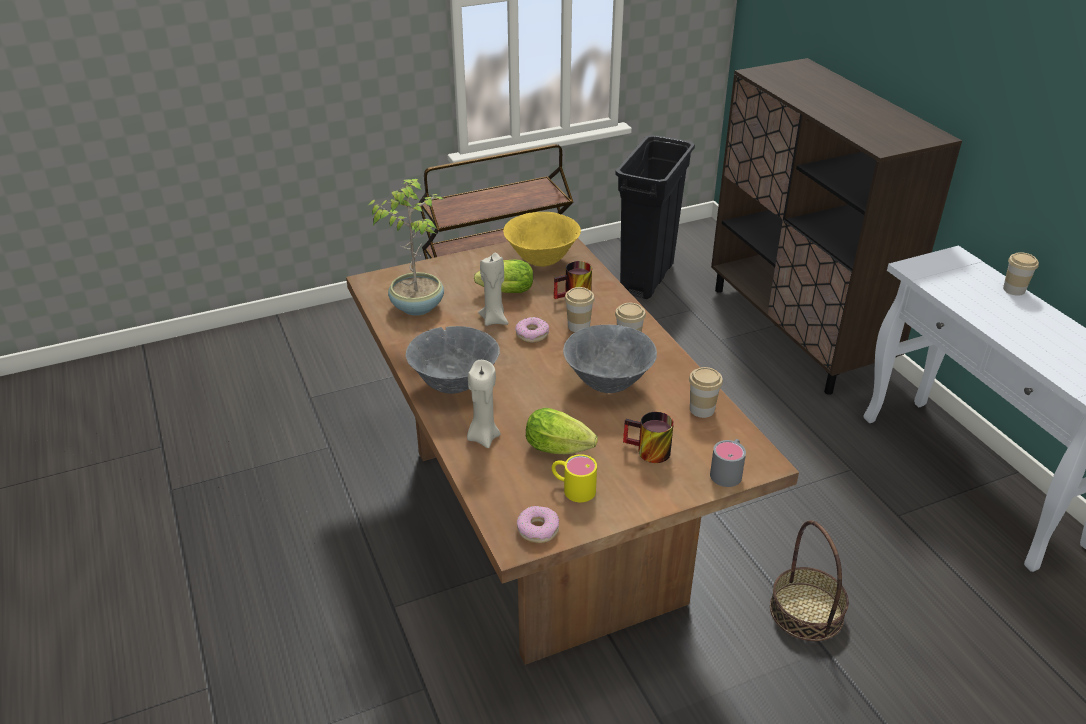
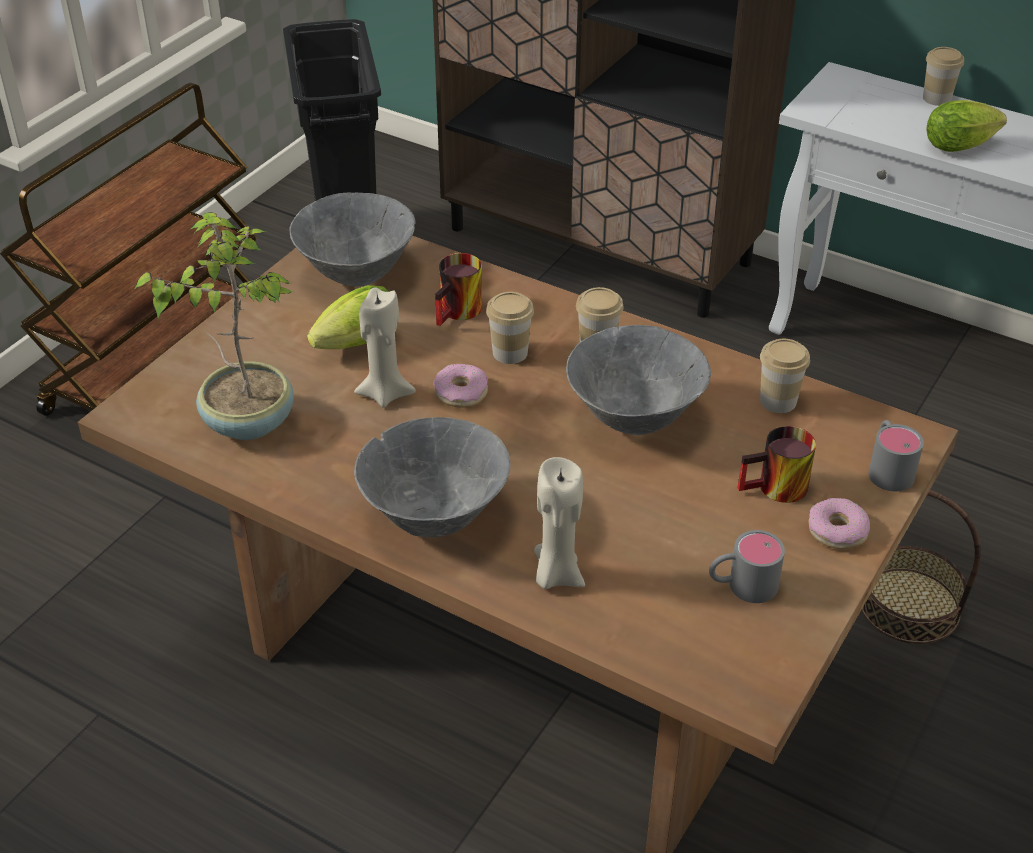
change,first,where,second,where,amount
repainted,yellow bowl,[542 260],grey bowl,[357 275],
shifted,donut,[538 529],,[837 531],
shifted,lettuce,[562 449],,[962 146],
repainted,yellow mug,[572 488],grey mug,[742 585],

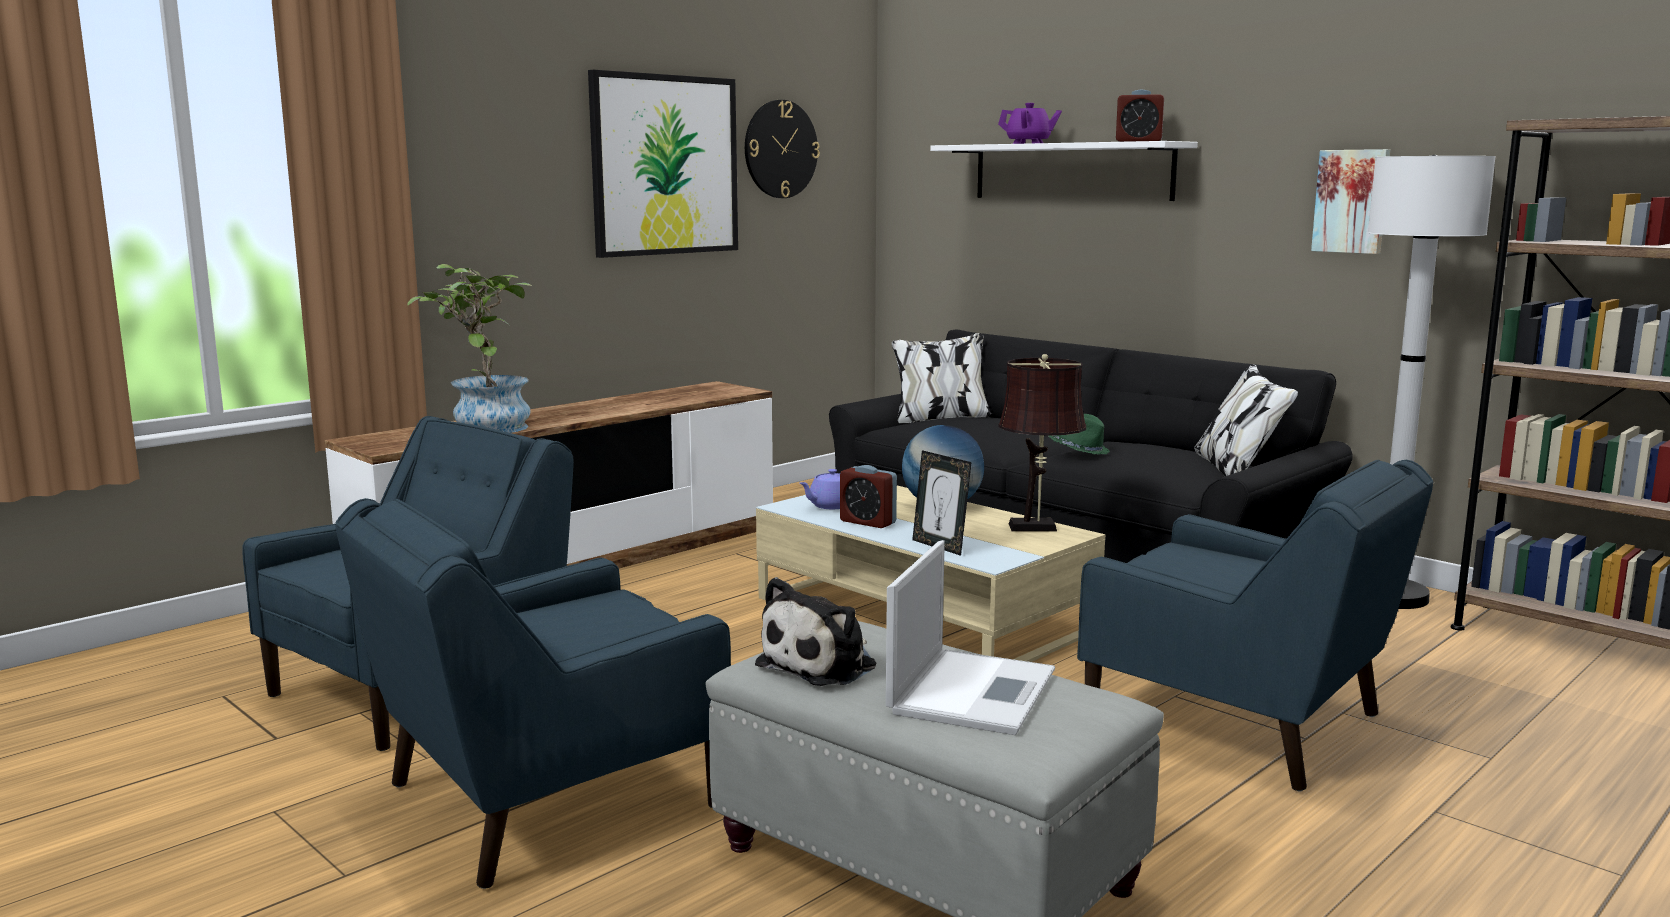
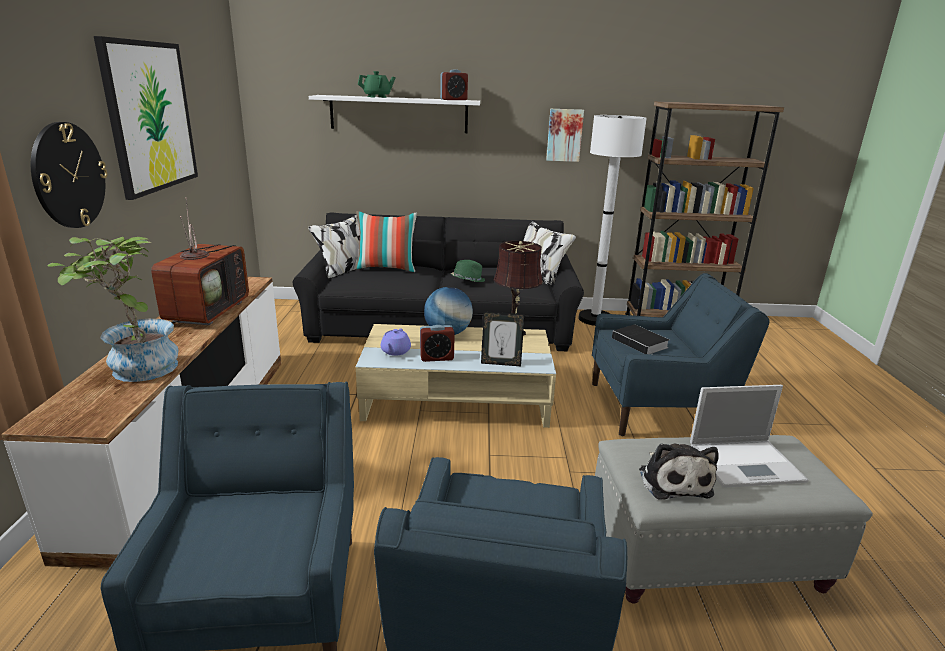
change,first,where,second,where,amount
shifted,wall clock,[780 149],,[68 175],
rotated,laptop,[973 690],,[747 463],105 degrees clockwise
repainted,purple teapot,[1028 143],green teapot,[377 97],
new,,,television,[206 311],
new,,,pillow,[386 268],
new,,,book,[641 343],

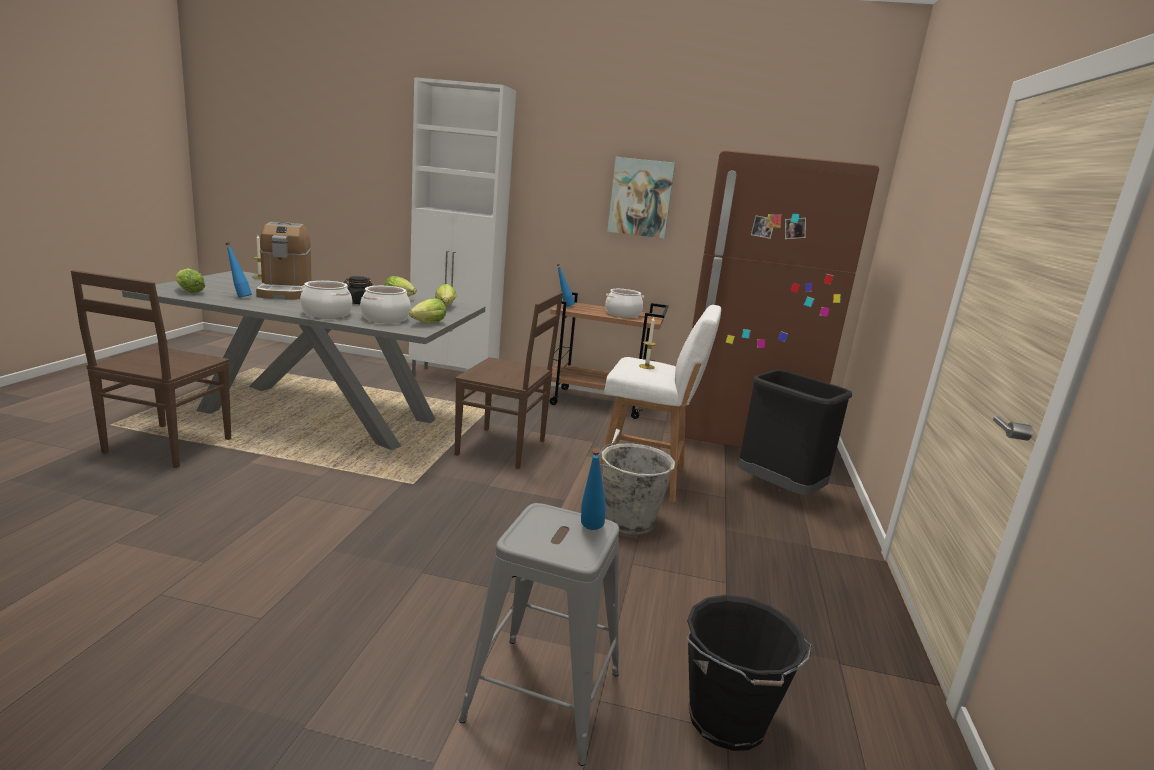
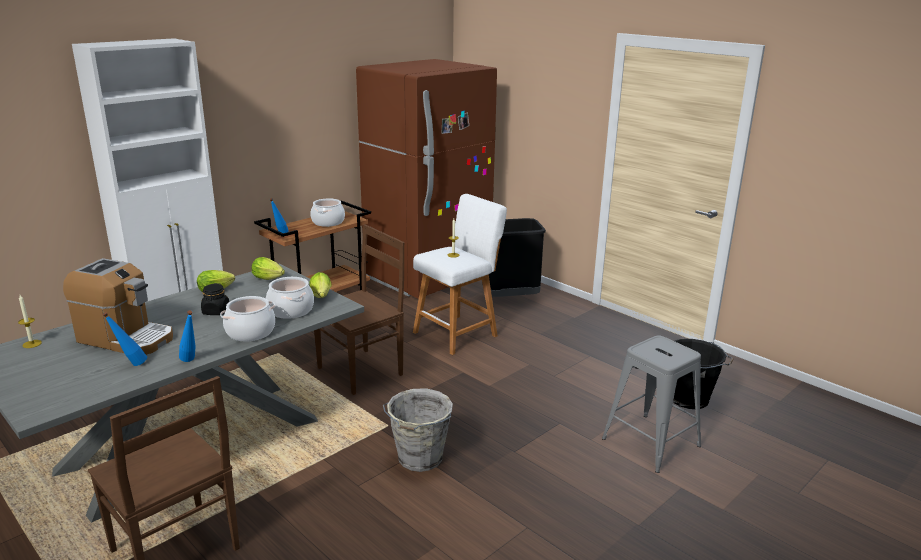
change,first,where,second,where,amount
gone,lettuce,[188 291],,,
shifted,blue bottle,[589 531],,[191 362],
shifted,grey bucket,[626 521],,[419 459],
gone,picture,[640 197],,,

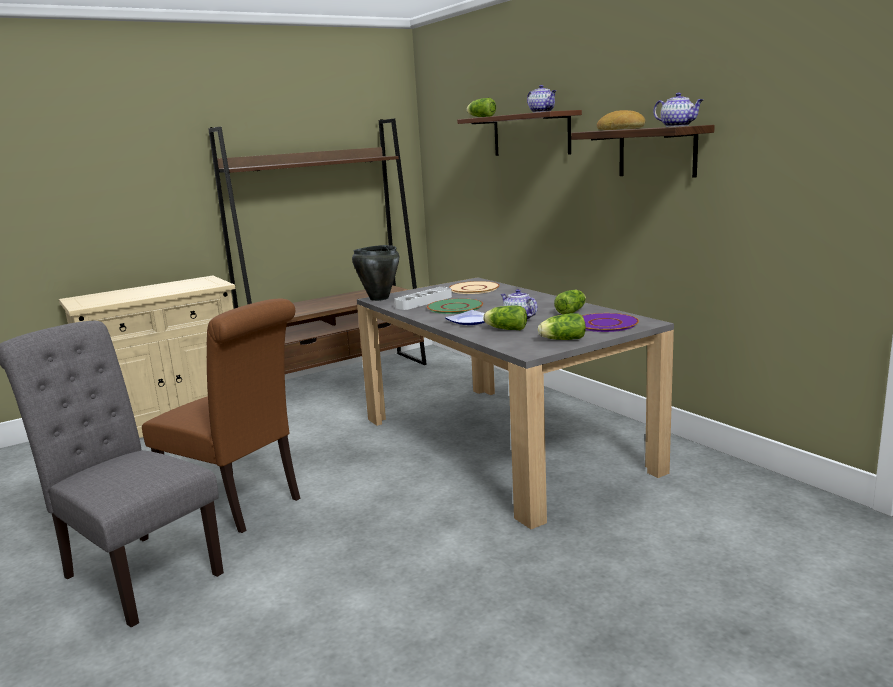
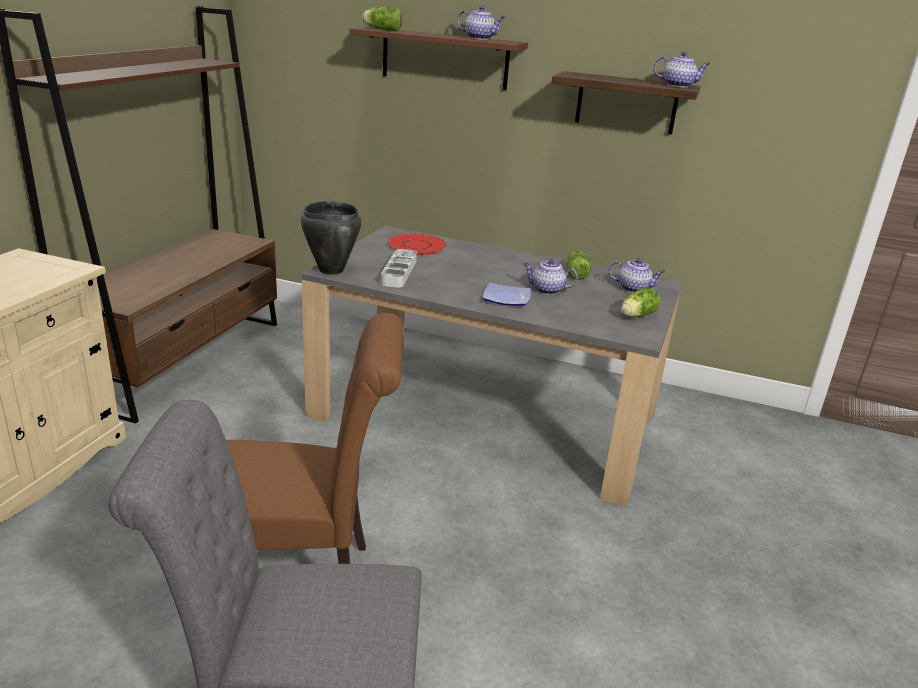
change,first,where,second,where,amount
gone,green plate,[455 307],,,
repainted,beige plate,[474 288],red plate,[417 245],
gone,lettuce,[505 329],,,
swapped,purple plate,[605 324],teapot,[634 288],
gone,bread,[621 129],,,

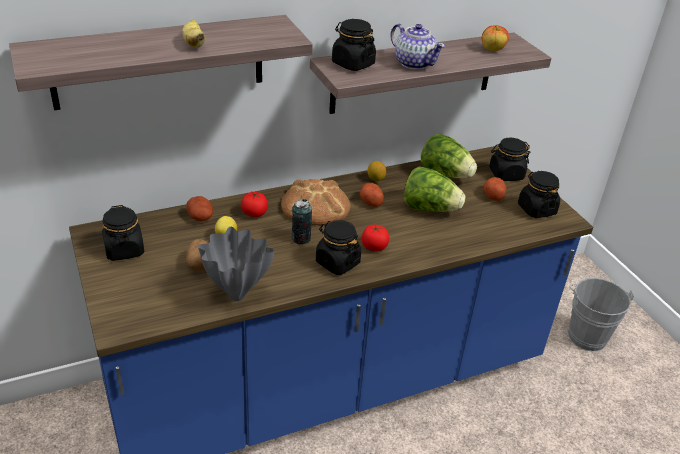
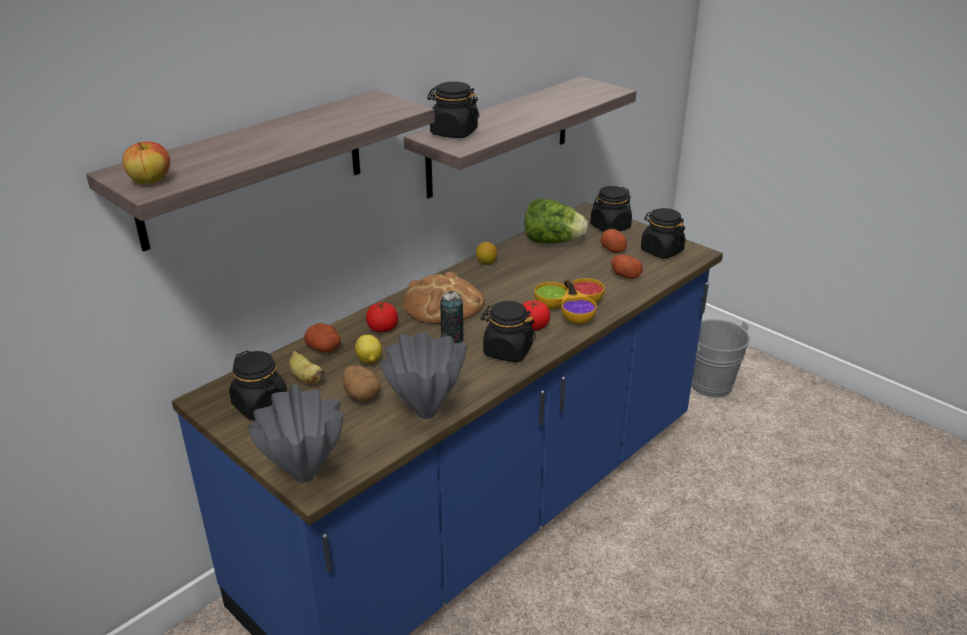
change,first,where,second,where,amount
shifted,banana,[194 44],,[305 378],
shifted,potato,[370 201],,[624 275],
gone,teapot,[414 63],,,
gone,lettuce,[429 208],,,
shifted,apple,[492 49],,[151 181],
new,,,grey vase,[304 477],
new,,,bowl,[571 309],

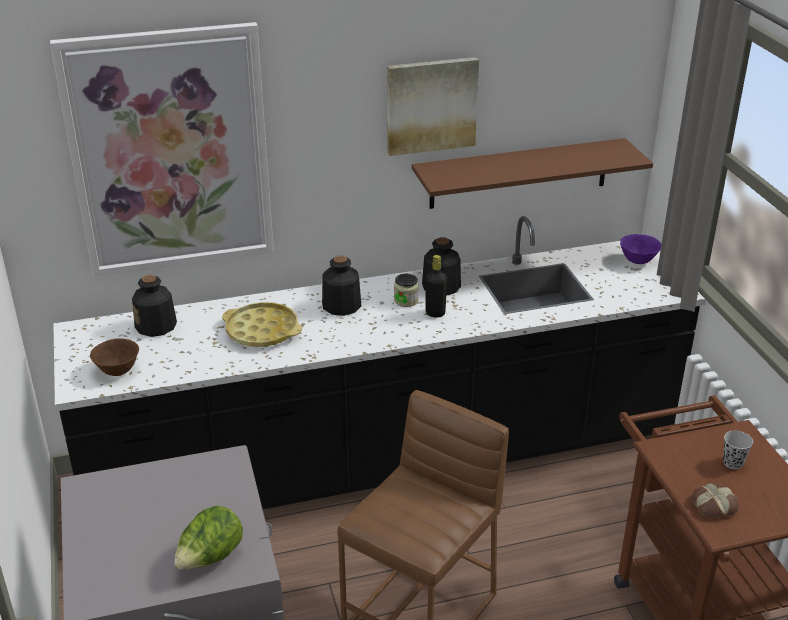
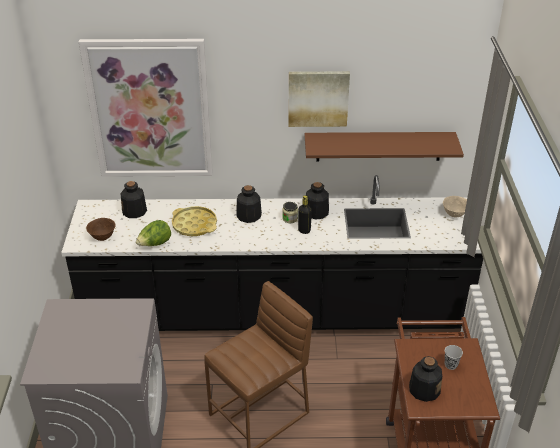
change,first,where,second,where,amount
shifted,lettuce,[210 558],,[155 244],
repainted,purple bowl,[638 261],beige bowl,[455 214],
swapped,bread,[713 505],bottle,[424 389],

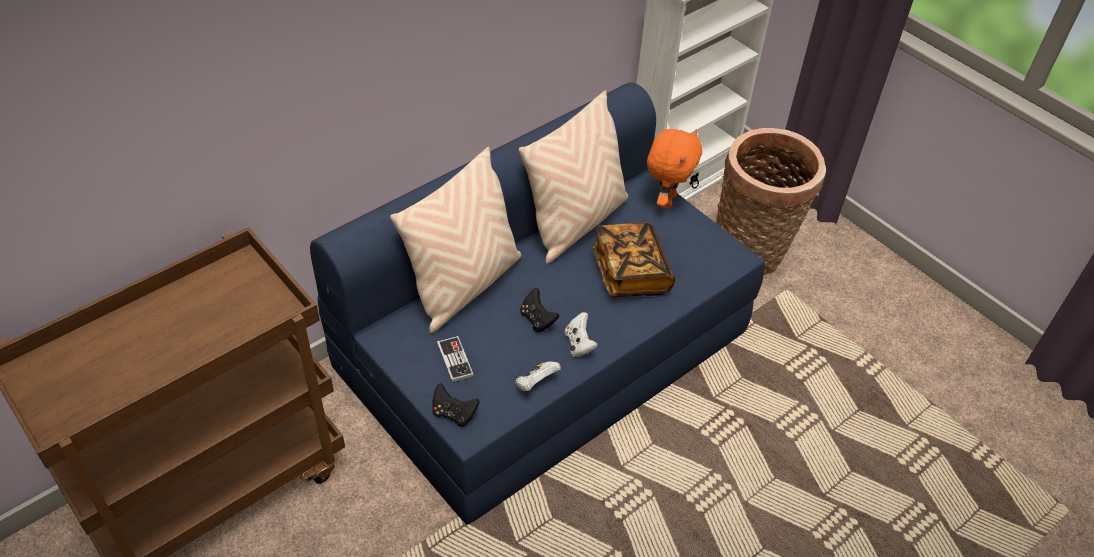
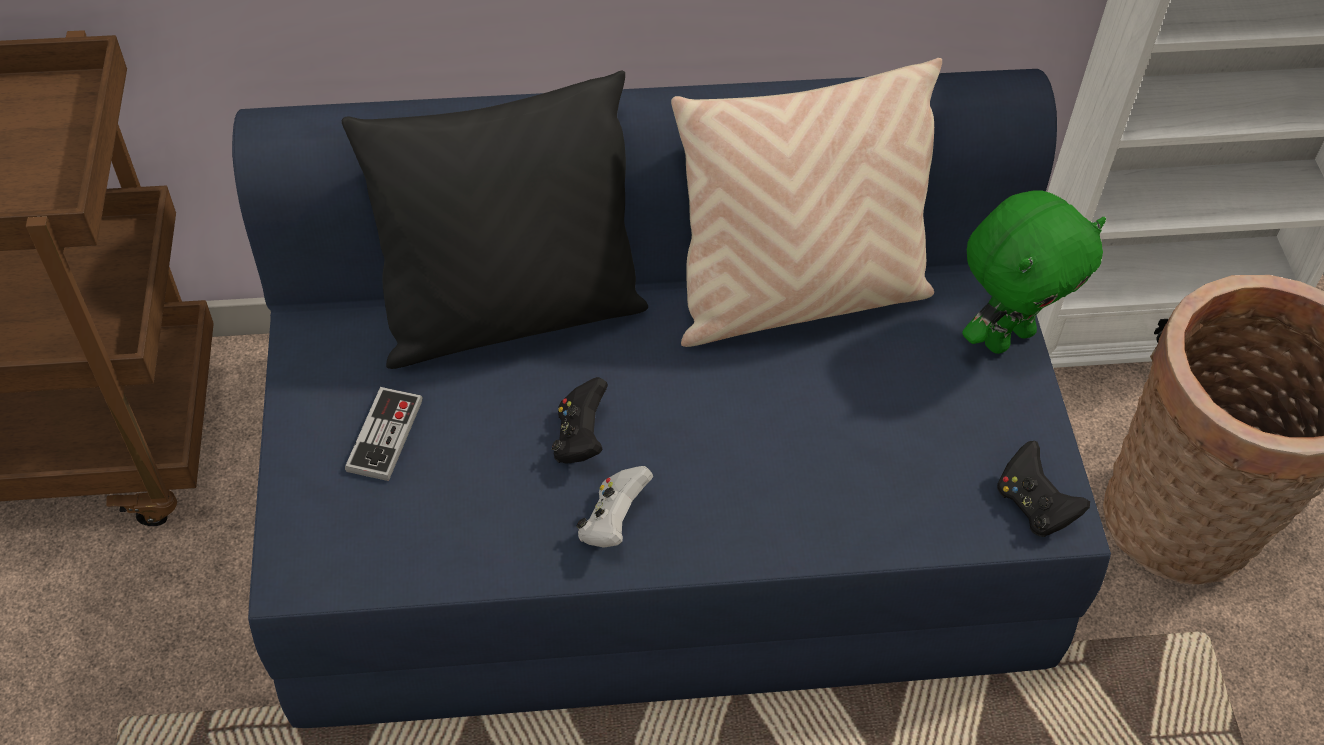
change,first,where,second,where,amount
repainted,beige pillow,[464 286],black pillow,[512 315],
shifted,black game controller,[454 414],,[1034 506],
gone,white game controller,[535 383],,,
gone,book,[630 273],,,
repainted,orange plush toy,[666 200],green plush toy,[1007 336],

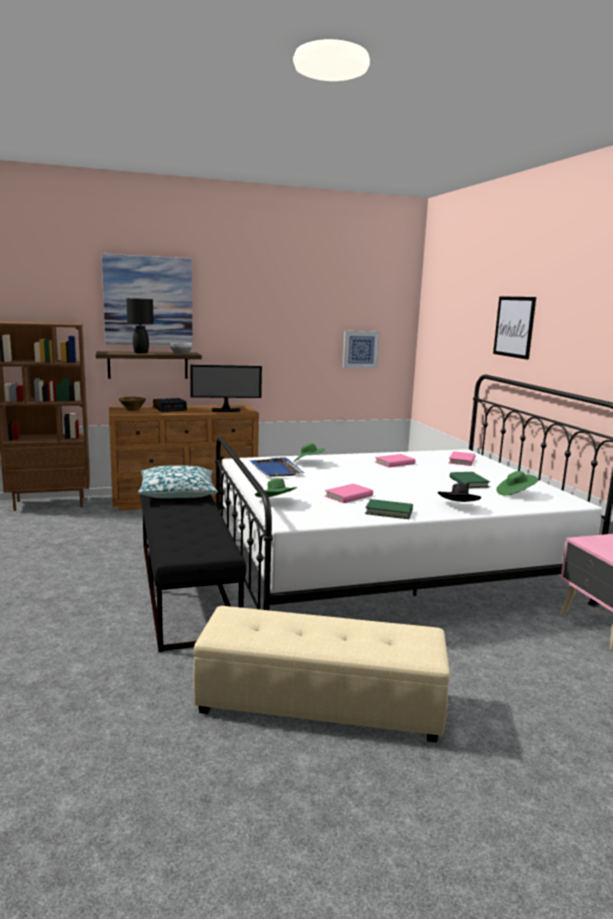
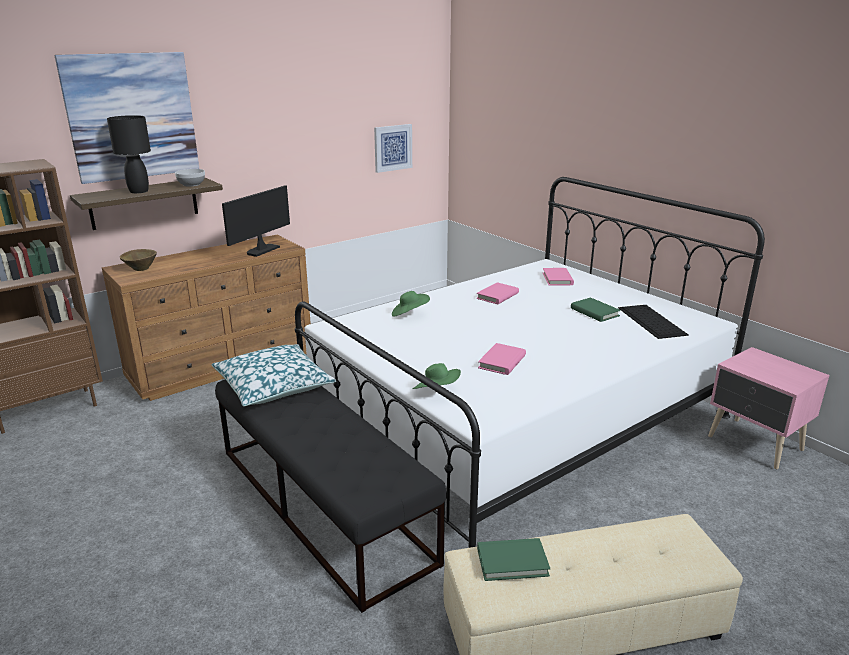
change,first,where,second,where,amount
gone,alarm clock,[170 409],,,
rotated,monitor,[226 410],,[262 250],150 degrees clockwise
gone,blue tray,[276 469],,,
shifted,green book,[389 512],,[512 562],
gone,black hat,[458 507],,,
gone,picture,[514 327],,,
swapped,green hat,[515 494],keyboard,[650 320],

